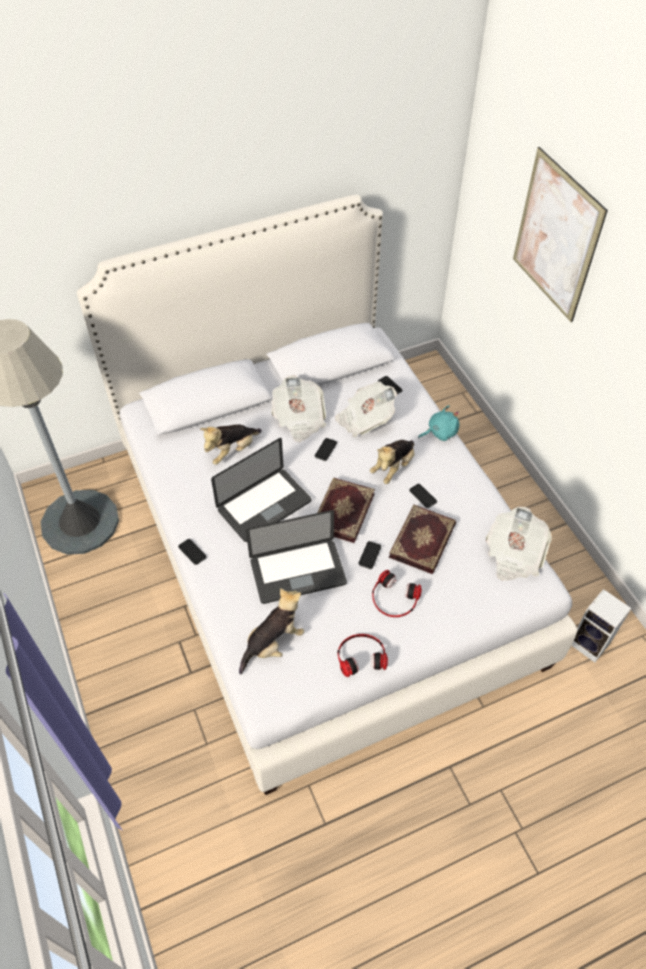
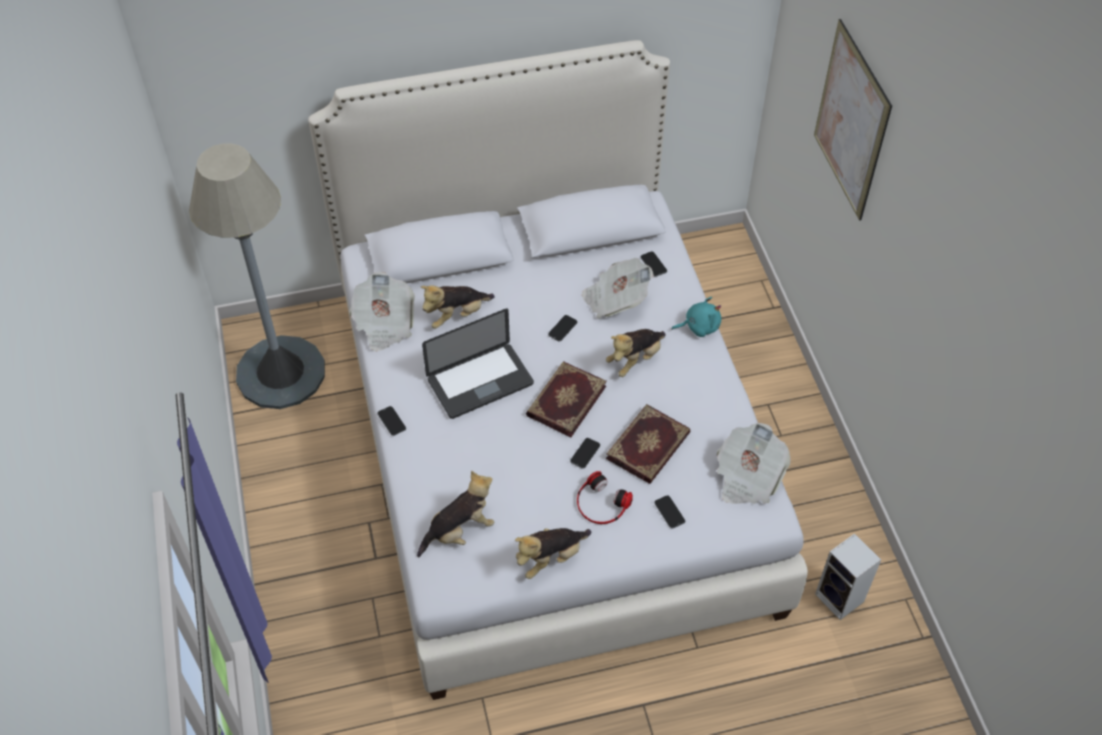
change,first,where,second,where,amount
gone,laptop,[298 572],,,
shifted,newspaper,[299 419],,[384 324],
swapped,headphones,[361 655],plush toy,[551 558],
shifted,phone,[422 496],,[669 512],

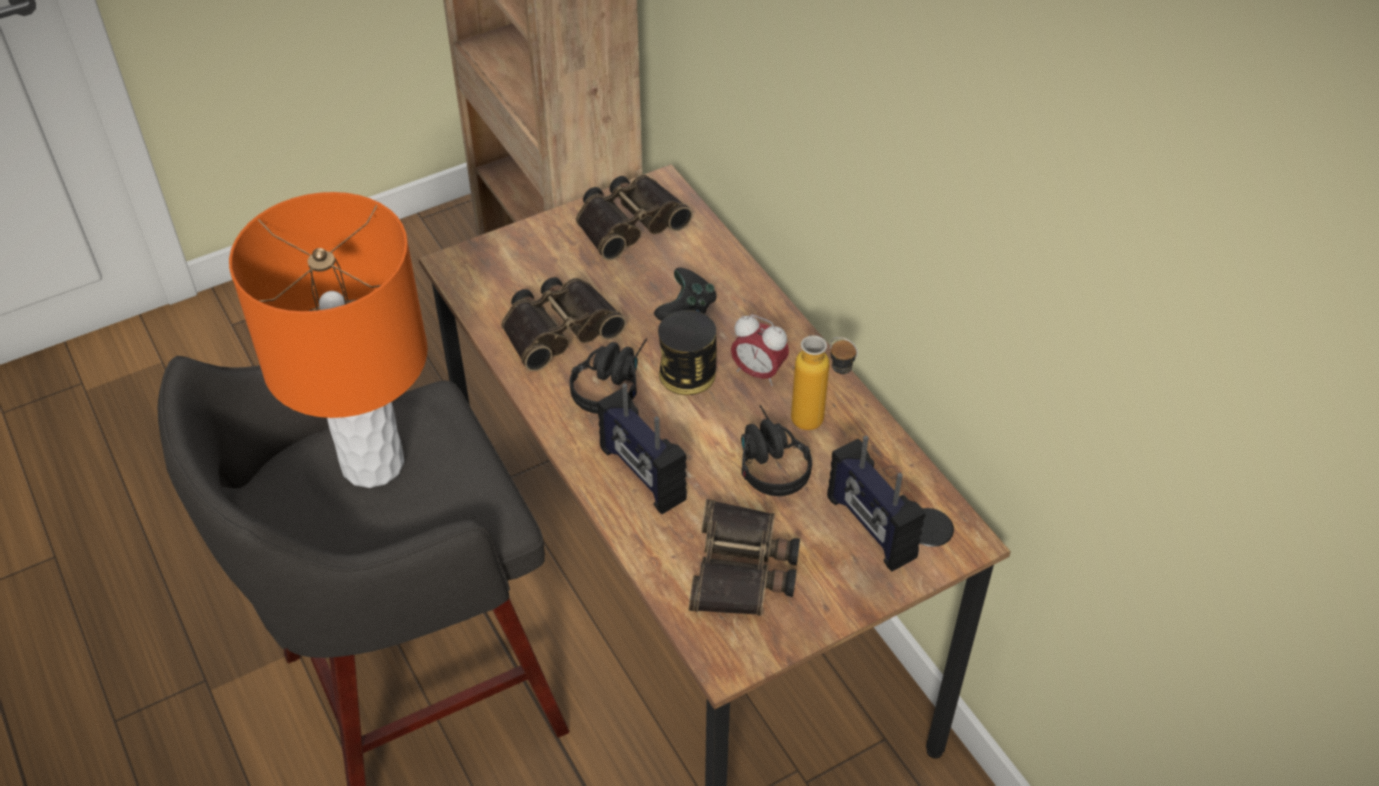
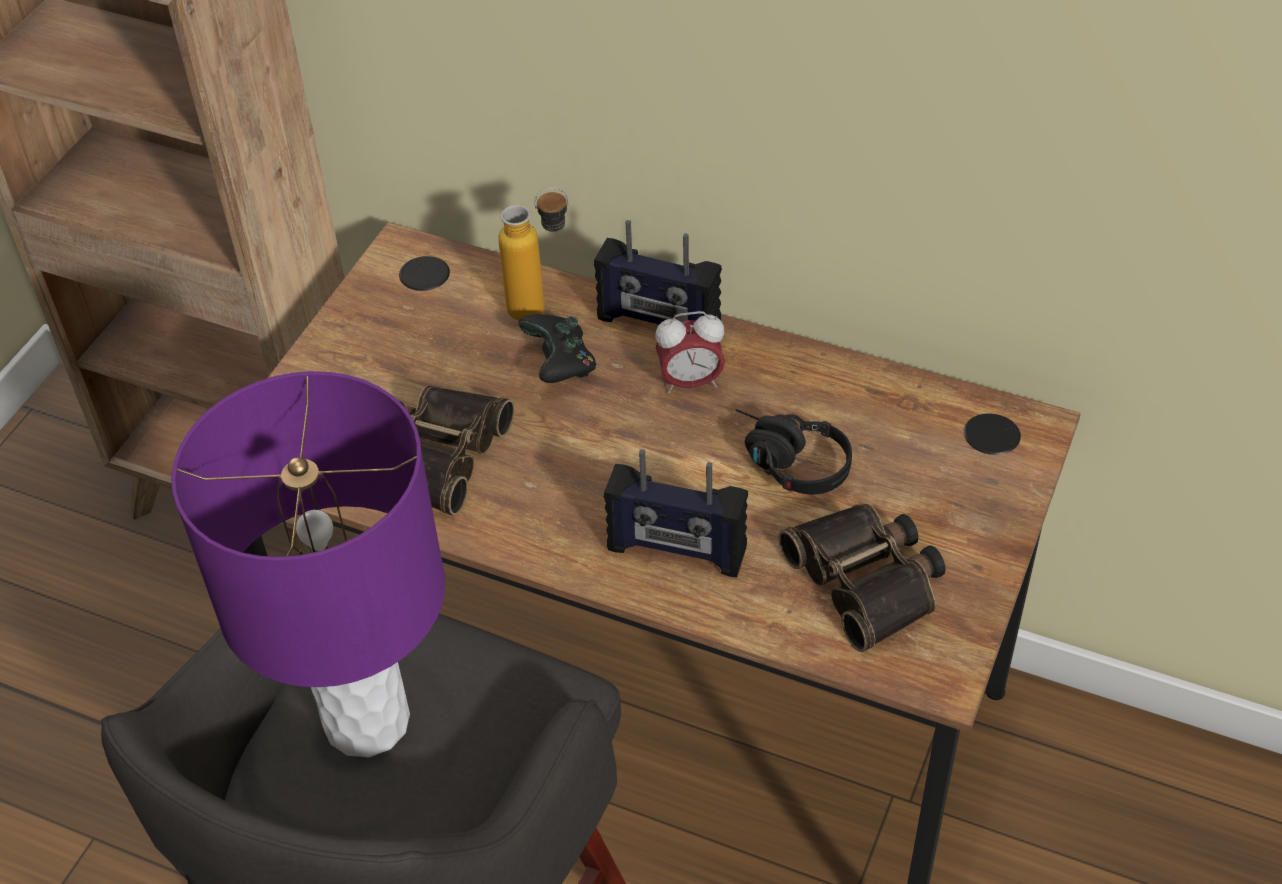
change,first,where,second,where,amount
repainted,orange table lamp,[373 463],purple table lamp,[366 720],
gone,black headphones,[612 382],,,
gone,binoculars,[628 222],,,
gone,can,[687 373],,,
shifted,bottle,[819 424],,[542 308],
shifted,radio,[870 528],,[658 323],

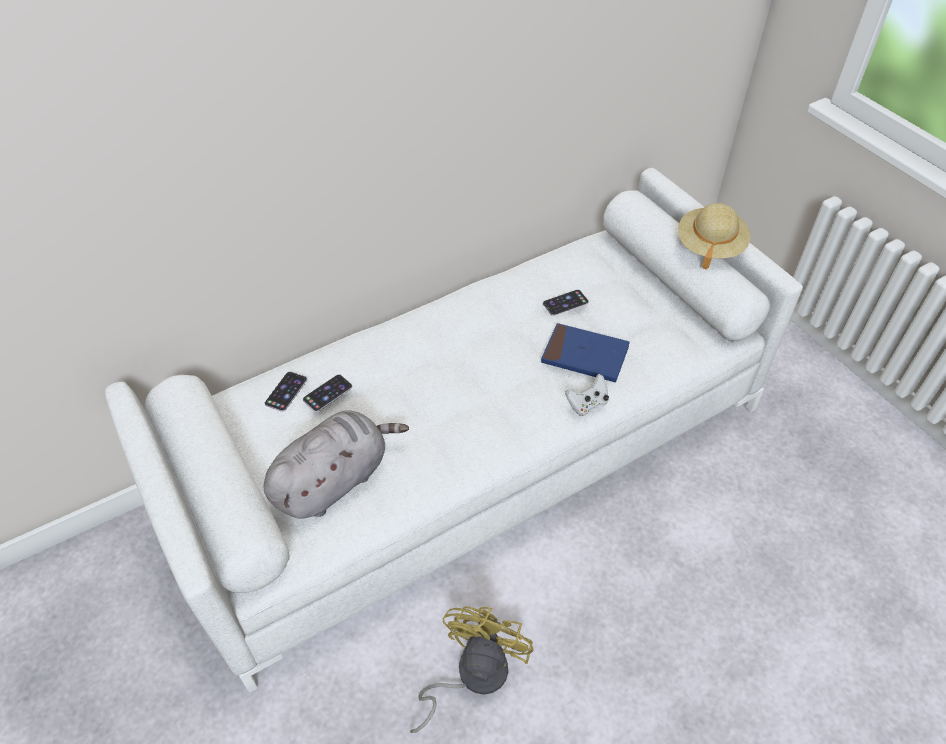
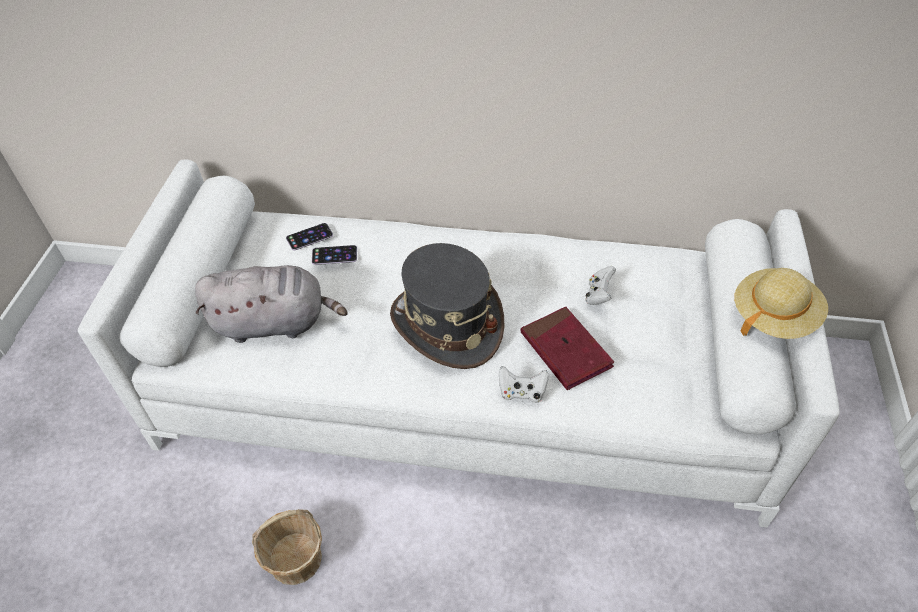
change,first,where,second,where,amount
swapped,yellow fan,[472 675],basket,[295 558],
repainted,blue book,[584 356],red book,[565 350],
swapped,phone,[565 303],white game controller,[598 295],
new,,,grey hat,[446 324],

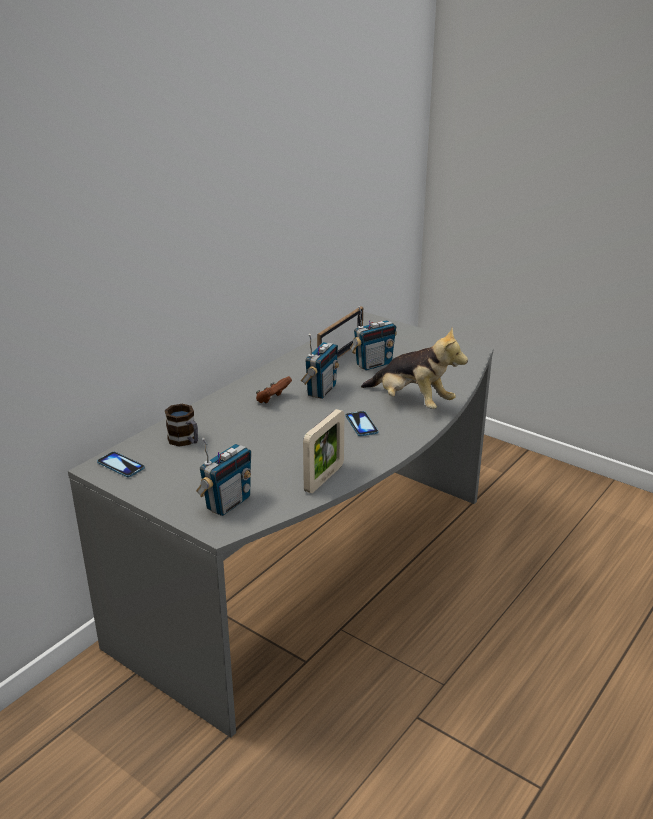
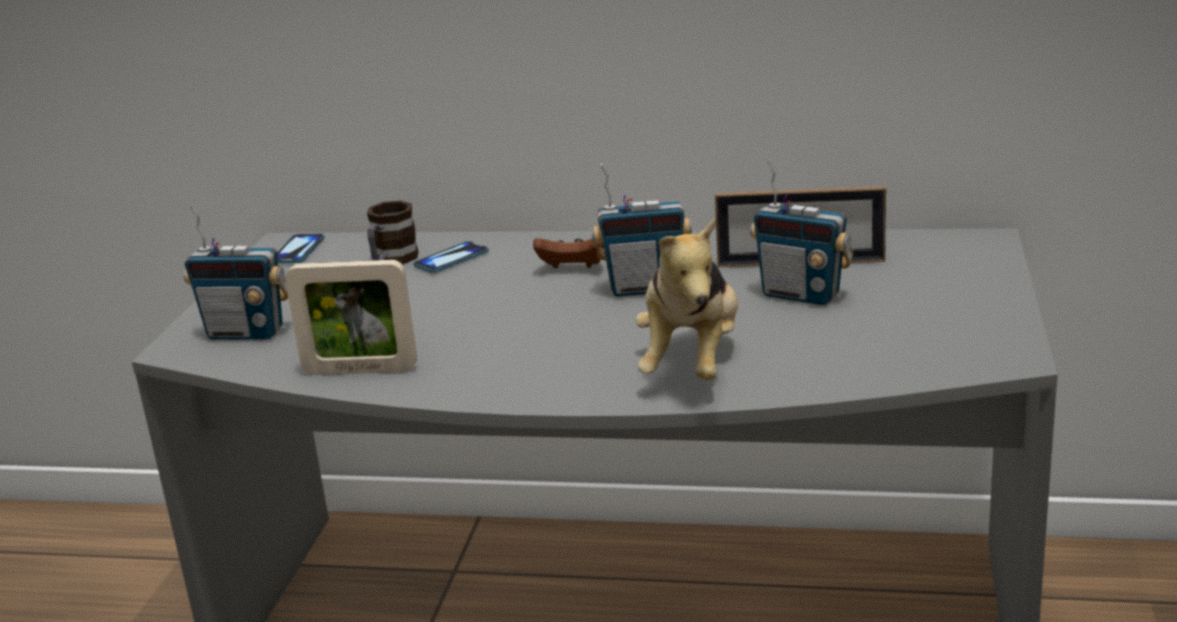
change,first,where,second,where,amount
shifted,phone,[361 424],,[451 259],

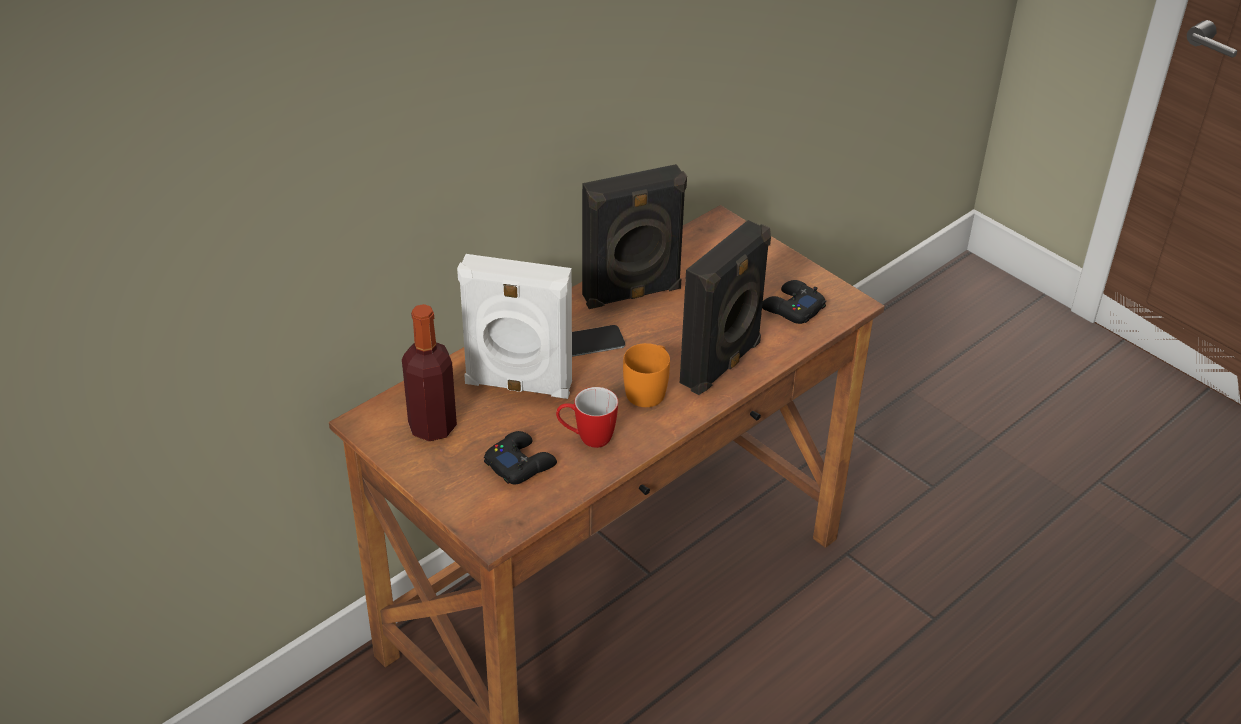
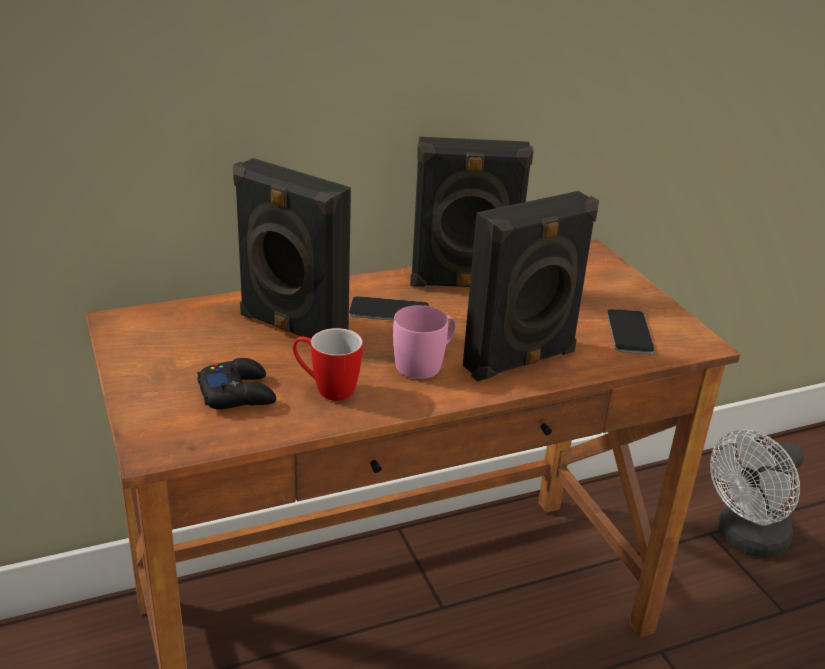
change,first,where,second,where,amount
gone,bottle,[432 426],,,
repainted,white speaker,[518 386],black speaker,[291 328],
repainted,orange mug,[649 389],pink mug,[425 363],
swapped,black game controller,[792 308],phone,[629 332],
new,,,white fan,[745 539],

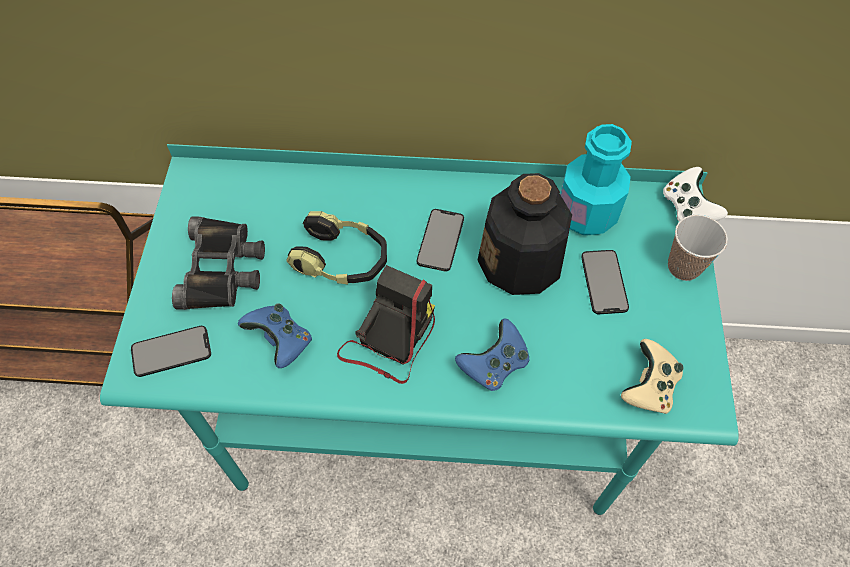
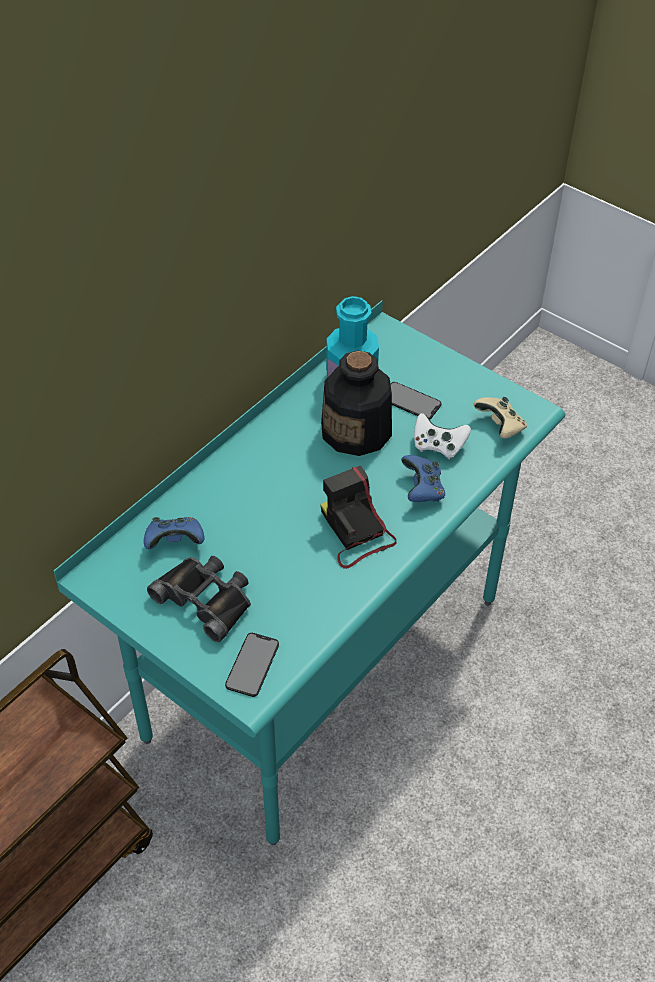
change,first,where,second,where,amount
shifted,blue game controller,[281 341],,[175 542],
gone,headphones,[342 260],,,
gone,phone,[440 240],,,
shifted,white game controller,[687 208],,[438 446],
gone,cup,[683 267],,,

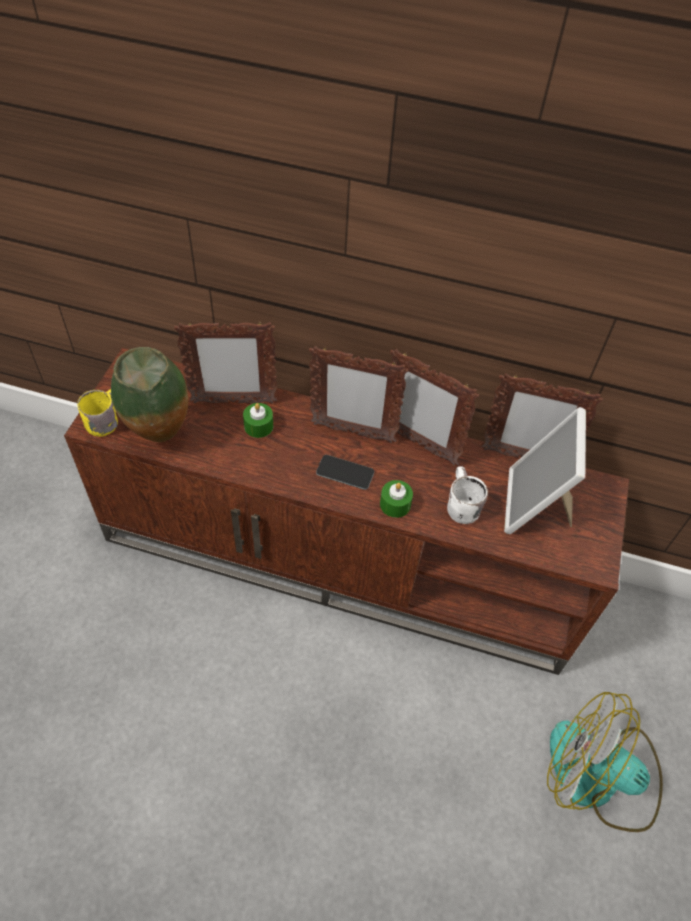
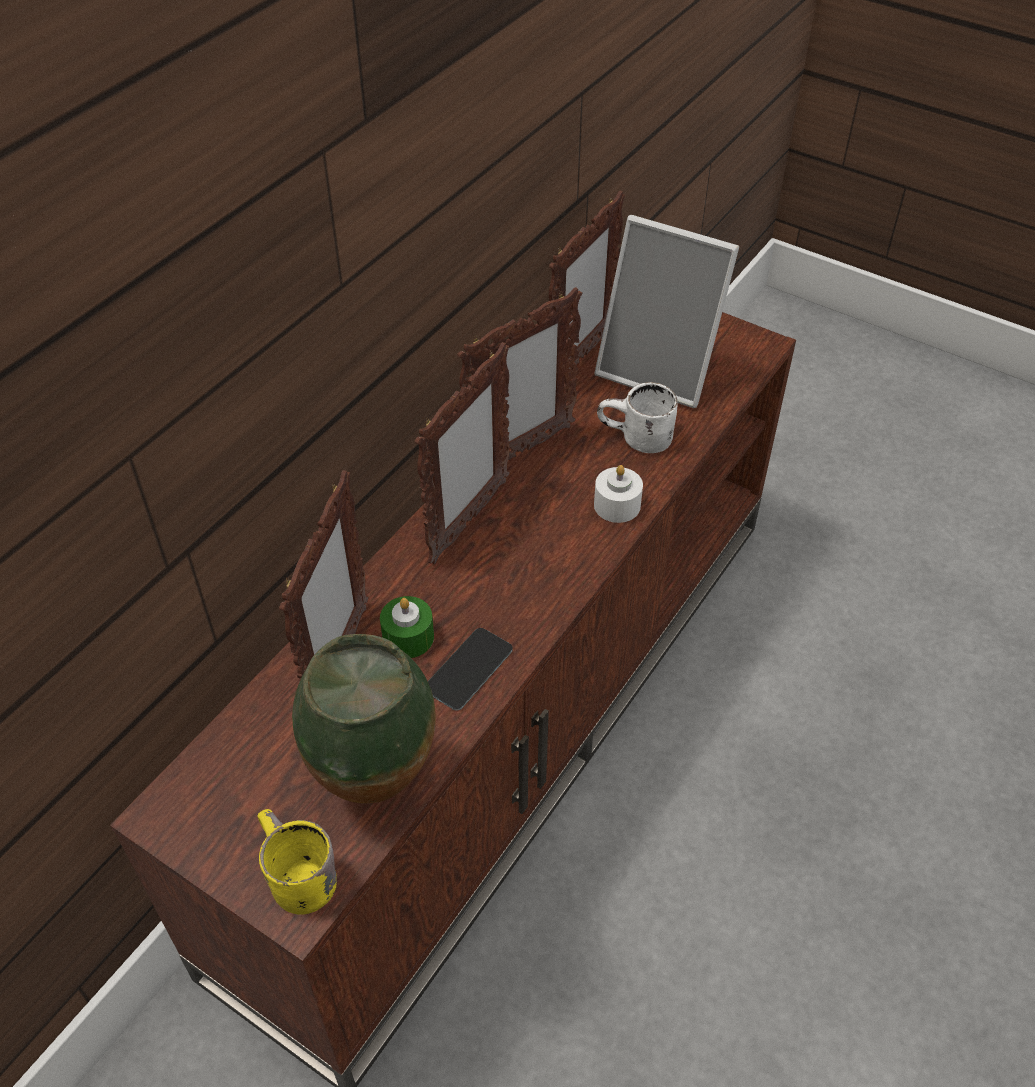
change,first,where,second,where,amount
shifted,phone,[345 472],,[469 669],
repainted,green candle,[395 504],white candle,[617 505],
gone,fan,[599 777],,,

